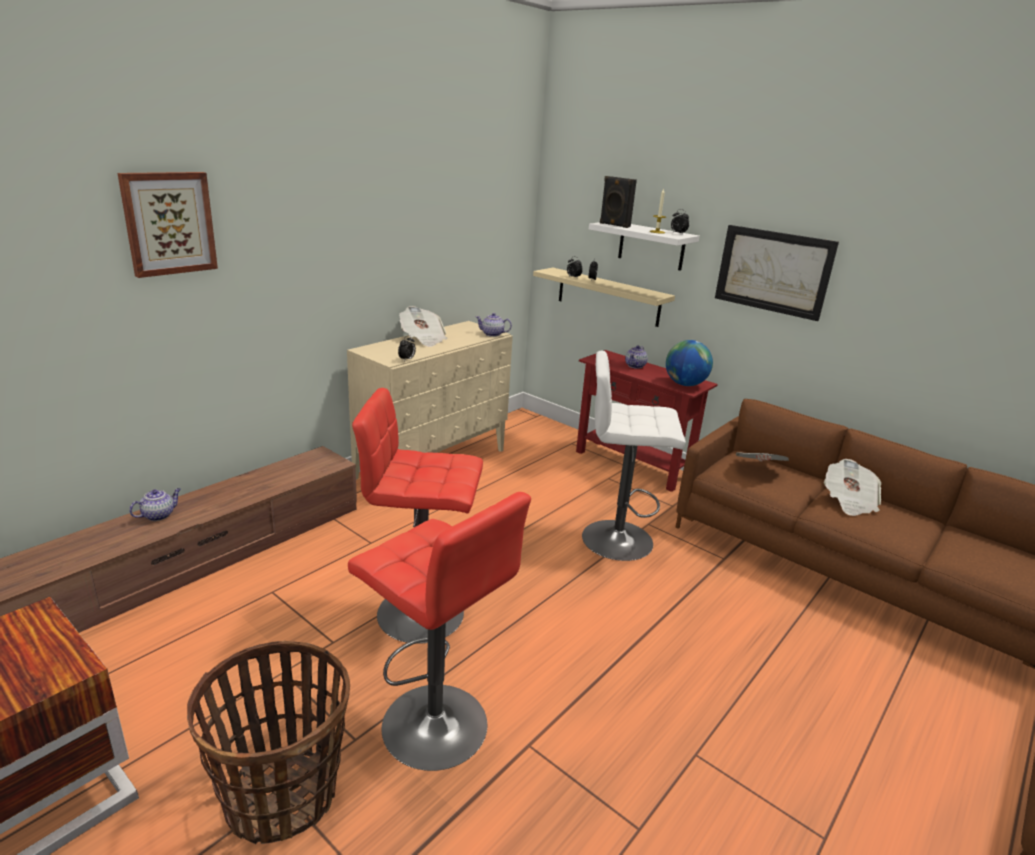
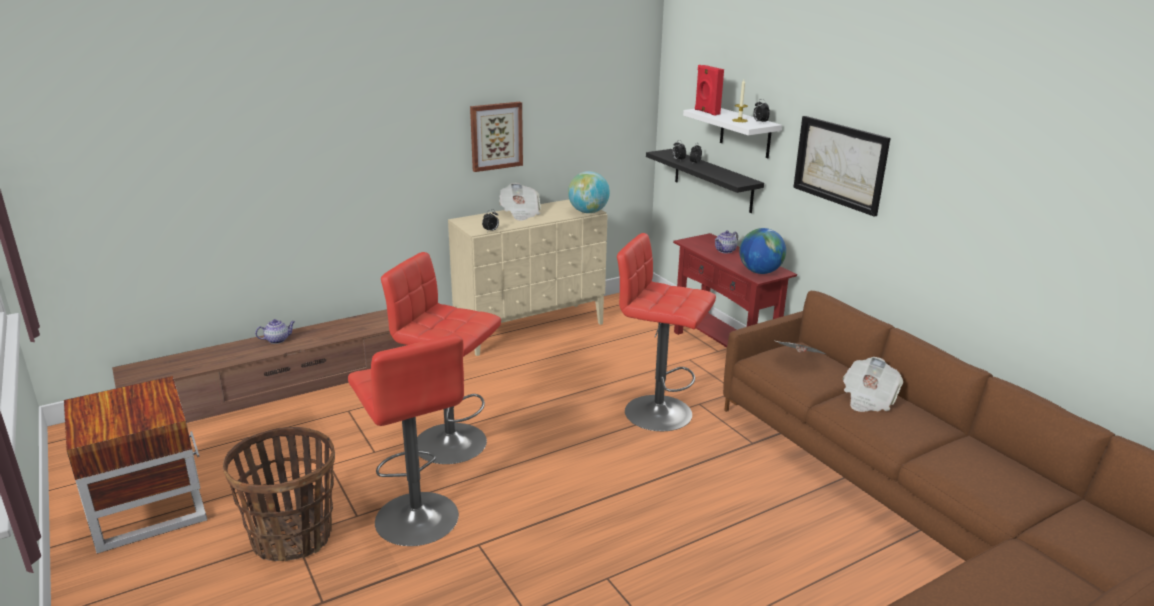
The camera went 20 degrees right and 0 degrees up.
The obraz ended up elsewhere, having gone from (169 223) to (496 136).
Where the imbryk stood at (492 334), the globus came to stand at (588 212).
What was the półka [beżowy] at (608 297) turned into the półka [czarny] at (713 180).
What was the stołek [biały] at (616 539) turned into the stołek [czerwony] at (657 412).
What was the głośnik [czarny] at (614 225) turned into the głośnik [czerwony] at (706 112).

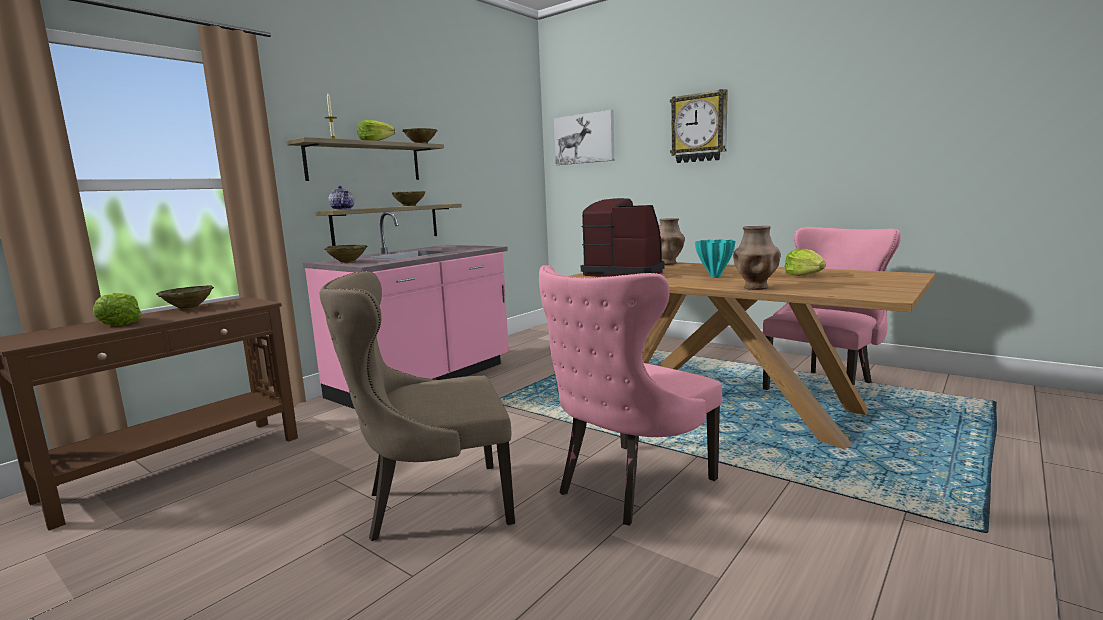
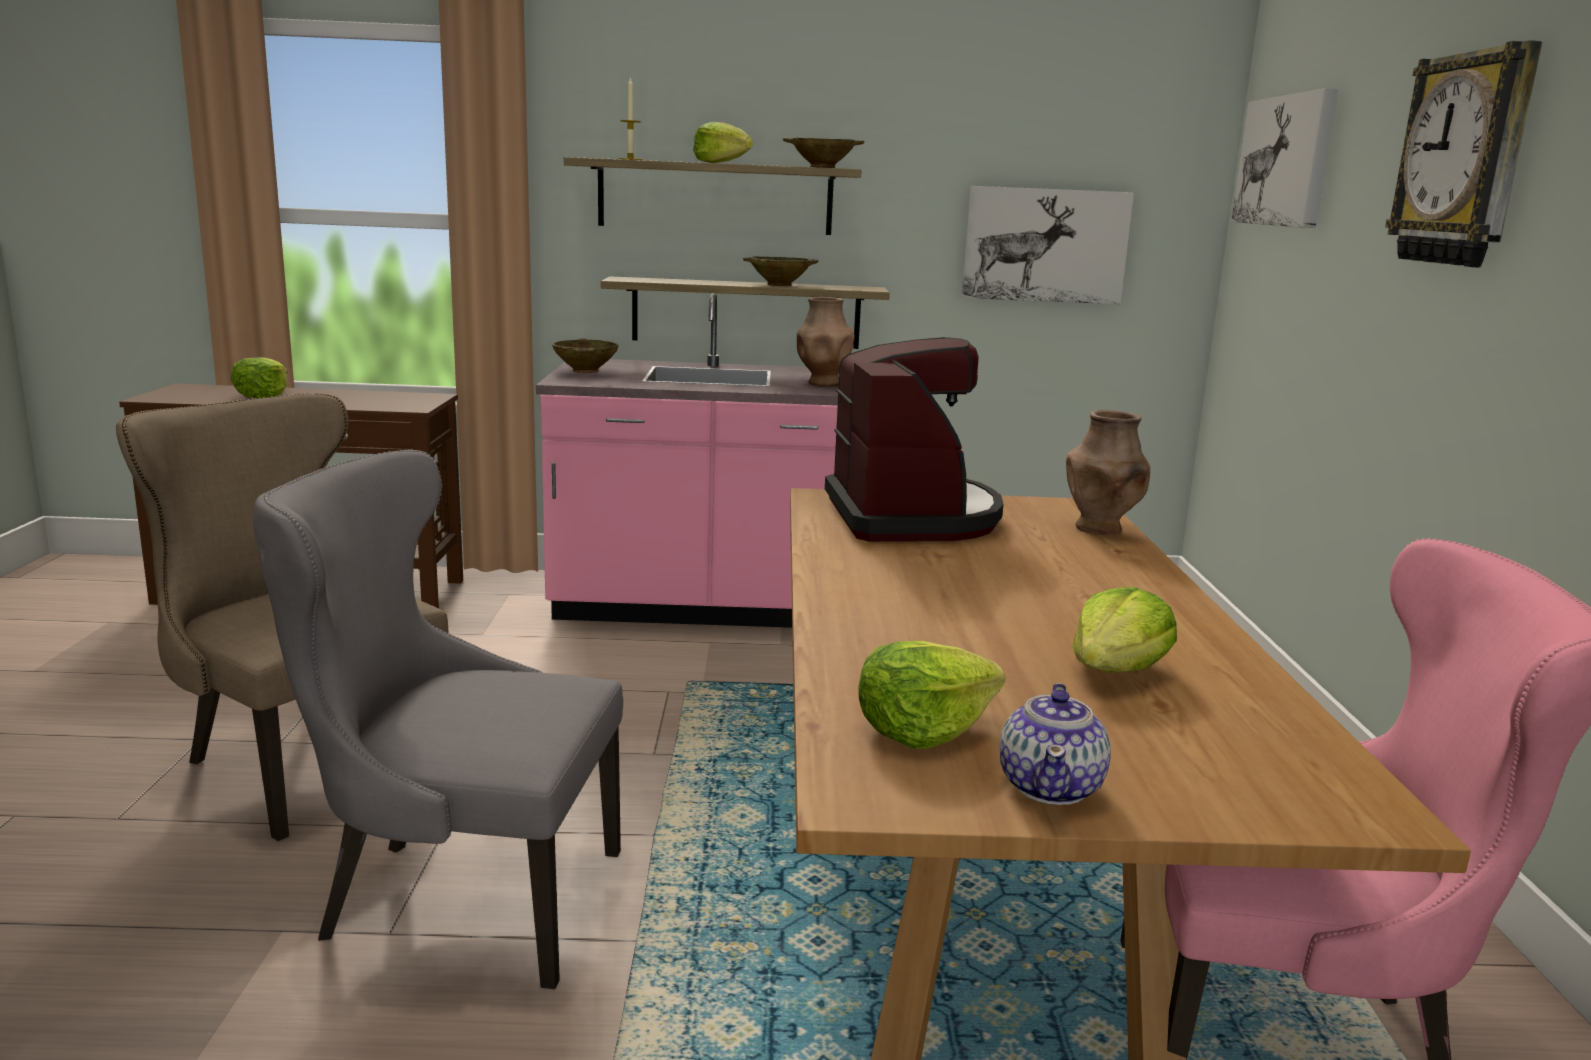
The camera went 50 degrees right and 5 degrees up.
The second view lost the miska [beżowy] at (188 308).
The second view lost the wazon [turkusowy] at (715 277).
The second view gained the sałata at (923 729).
The second view gained the obraz at (1045 245).
The imbryk ended up elsewhere, having gone from (342 209) to (1051 786).
The wazon [brązowy] ended up elsewhere, having gone from (755 288) to (823 383).
What was the krzesło [różowy] at (629 485) turned into the krzesło [szary] at (461 900).

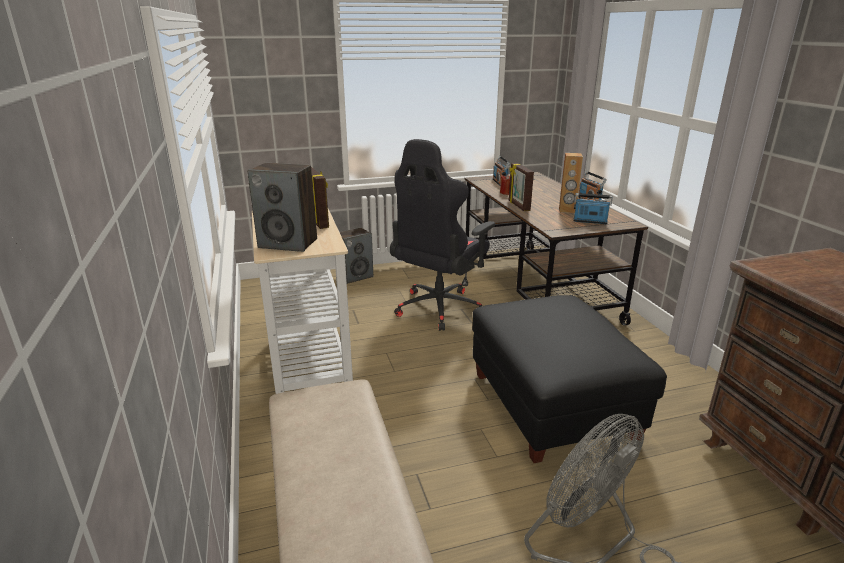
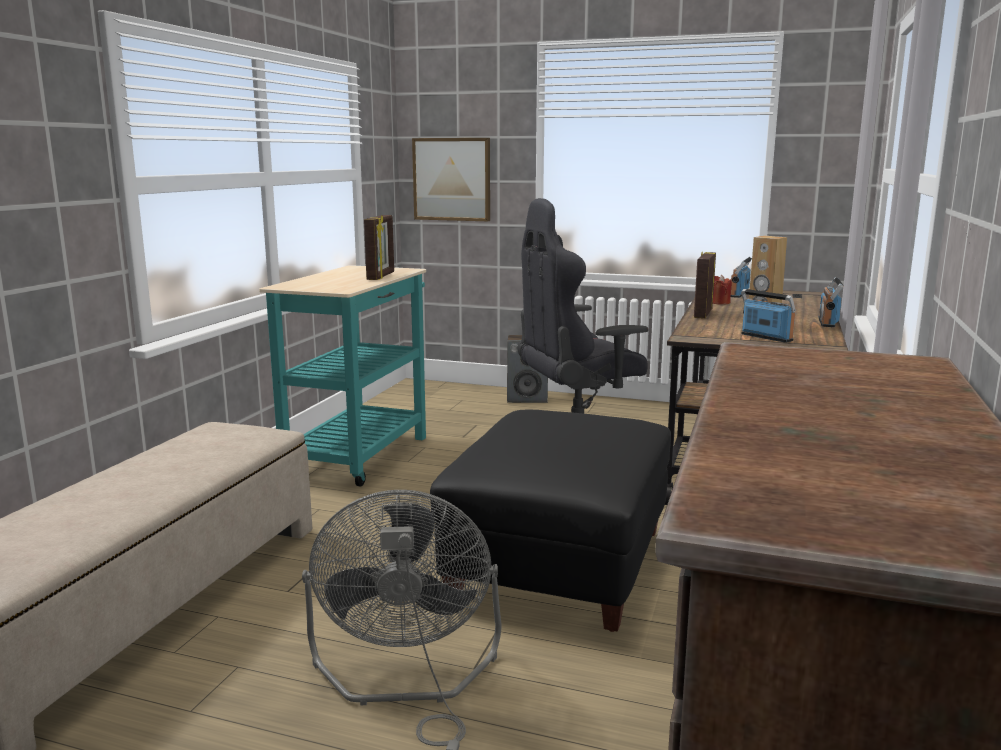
The camera went 35 degrees right and 10 degrees down.
The second view lost the głośnik at (289 243).
The second view gained the obraz at (452 179).
What was the wózek [biały] at (309 366) turned into the wózek [turkusowy] at (359 456).

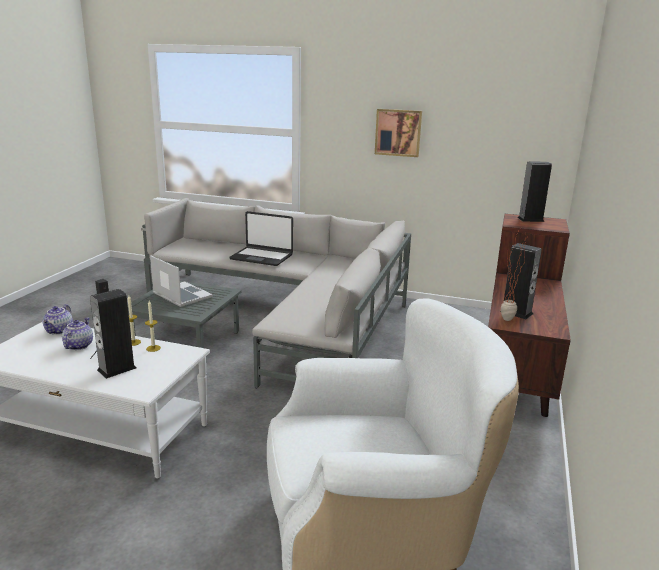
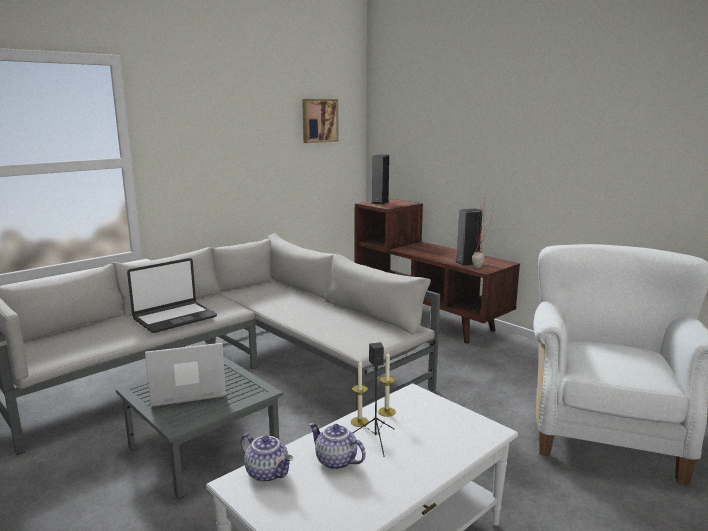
The camera went 60 degrees left and 5 degrees down.
The second view lost the głośnik at (117 369).
The obraz ended up elsewhere, having gone from (398 132) to (319 120).

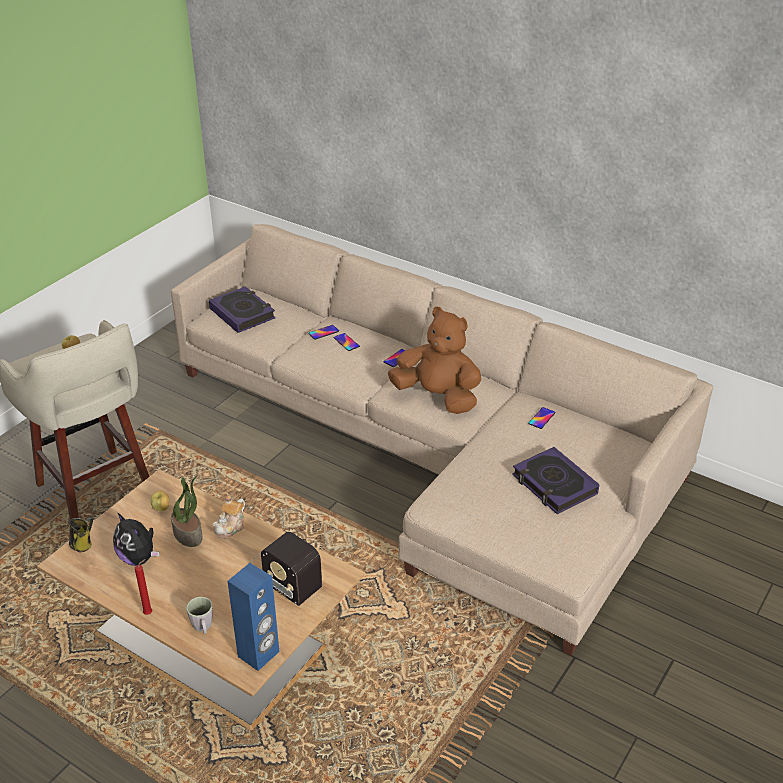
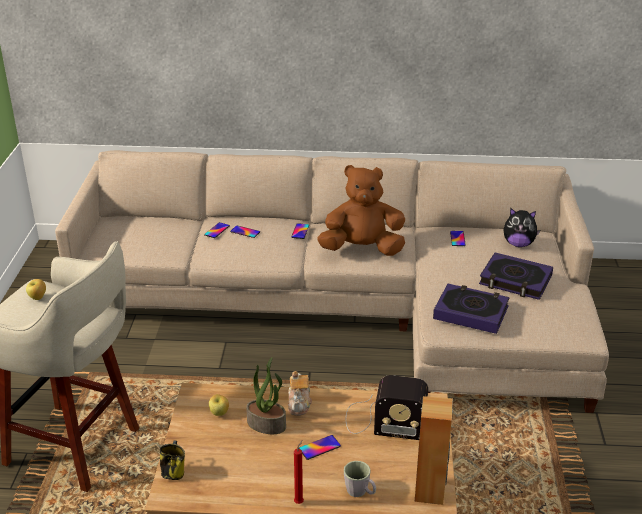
The camera went 30 degrees left and 5 degrees down.
The second view gained the telefon at (319 447).
The pluszak ended up elsewhere, having gone from (139 558) to (518 244).
The książka ended up elsewhere, having gone from (242 313) to (471 313).
What was the głośnik [niebieski] at (259 654) turned into the głośnik [brązowy] at (430 491).

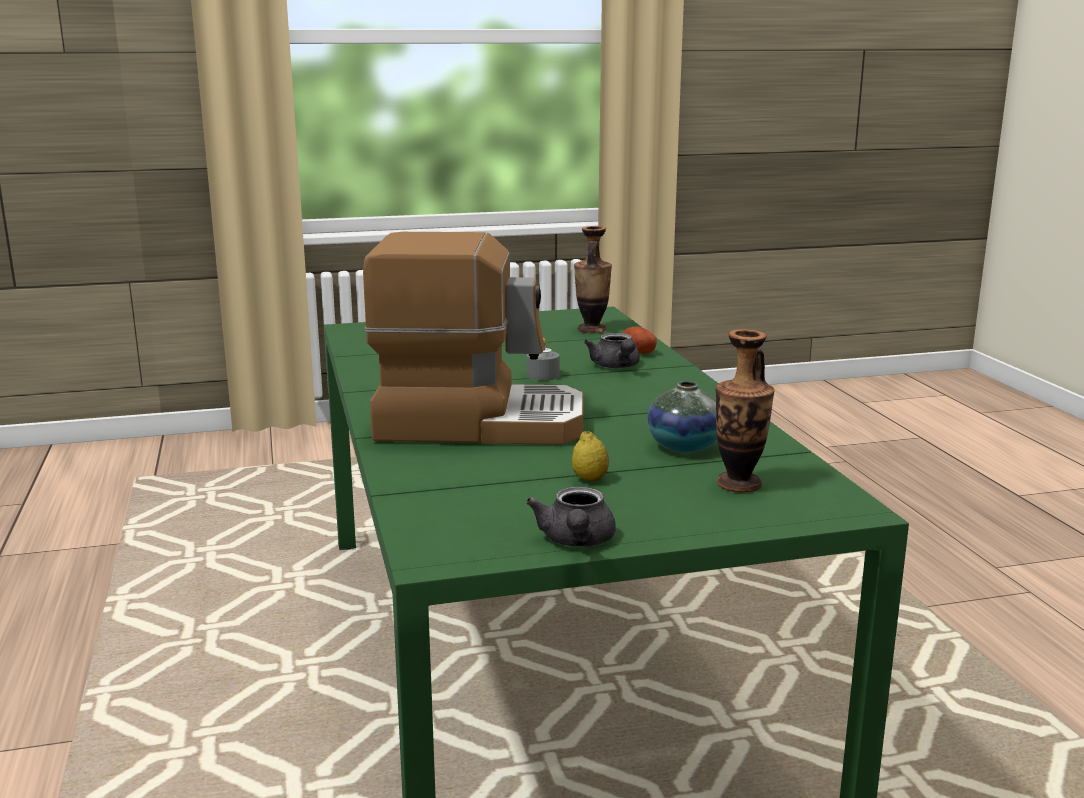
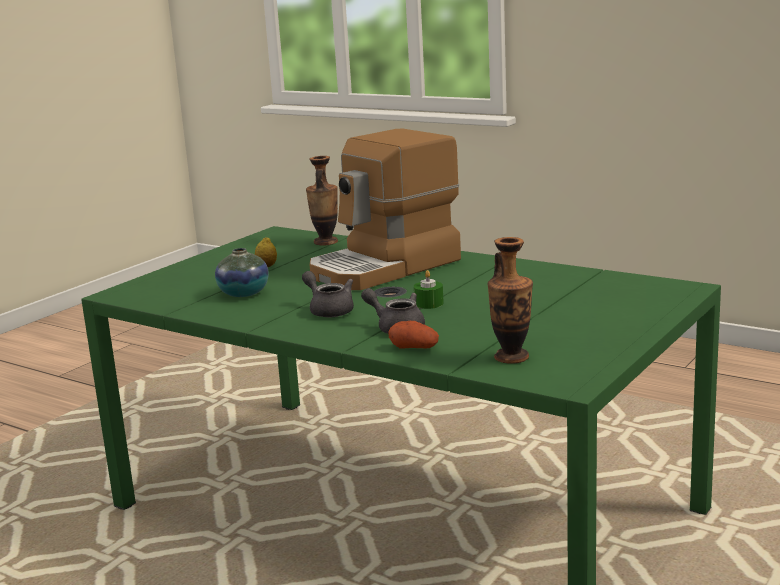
The camera went 140 degrees right and 0 degrees up.
The imbryk [szary] ended up elsewhere, having gone from (576 541) to (329 310).
The wazon ended up elsewhere, having gone from (738 484) to (325 242).
What was the świeca [szary] at (543 375) turned into the świeca [zielony] at (429 303).

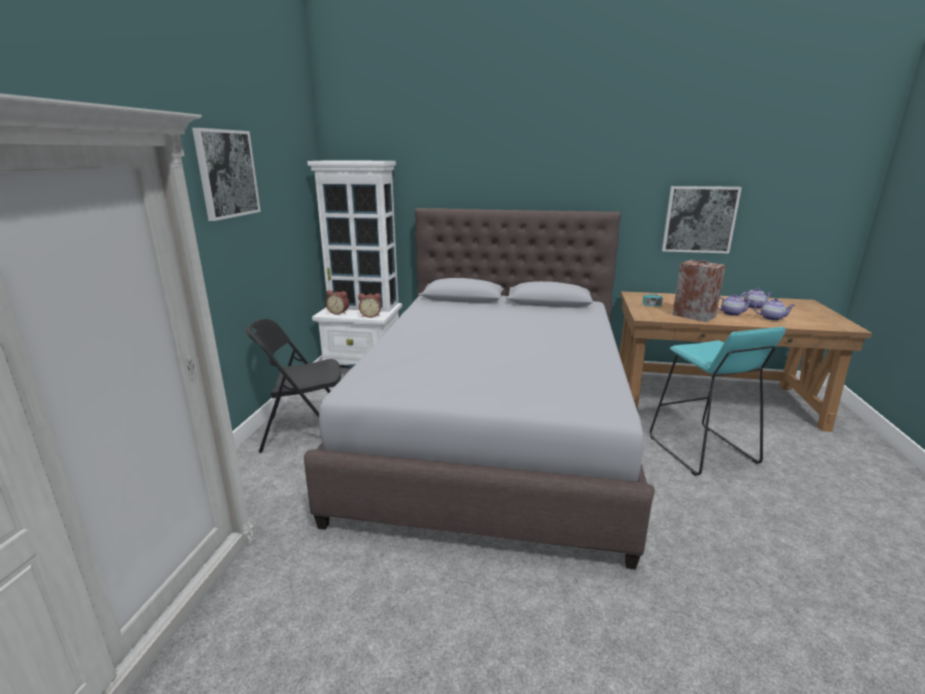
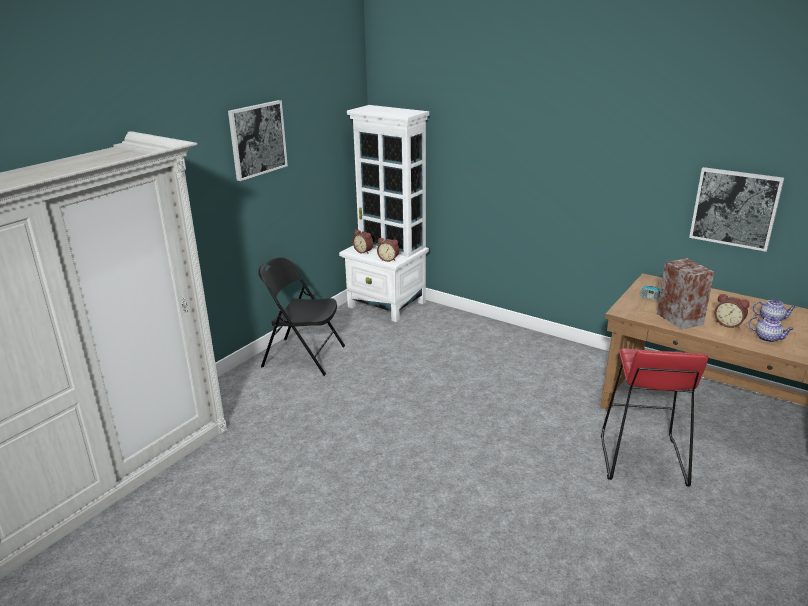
The camera went 25 degrees right and 5 degrees up.
The second view lost the łóżko [szary] at (495 430).
Where the imbryk stood at (731 313), the budzik came to stand at (728 324).
What was the stołek [turkusowy] at (701 450) turned into the stołek [czerwony] at (641 459).

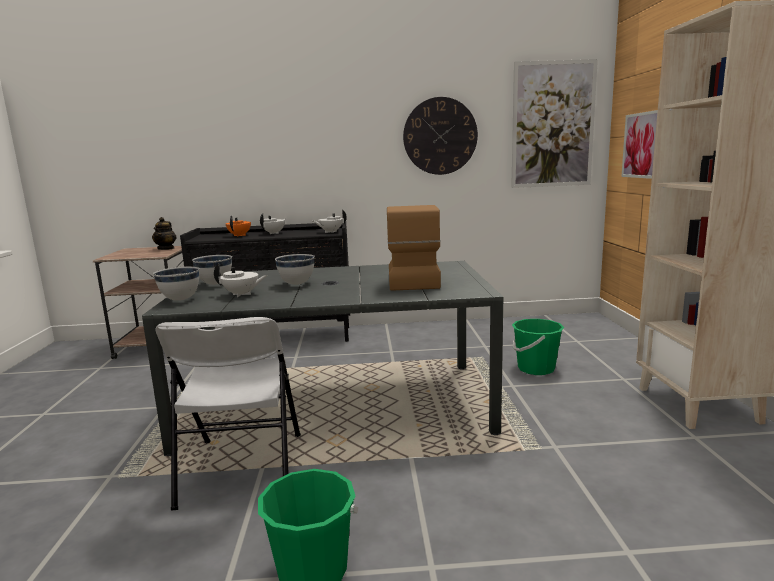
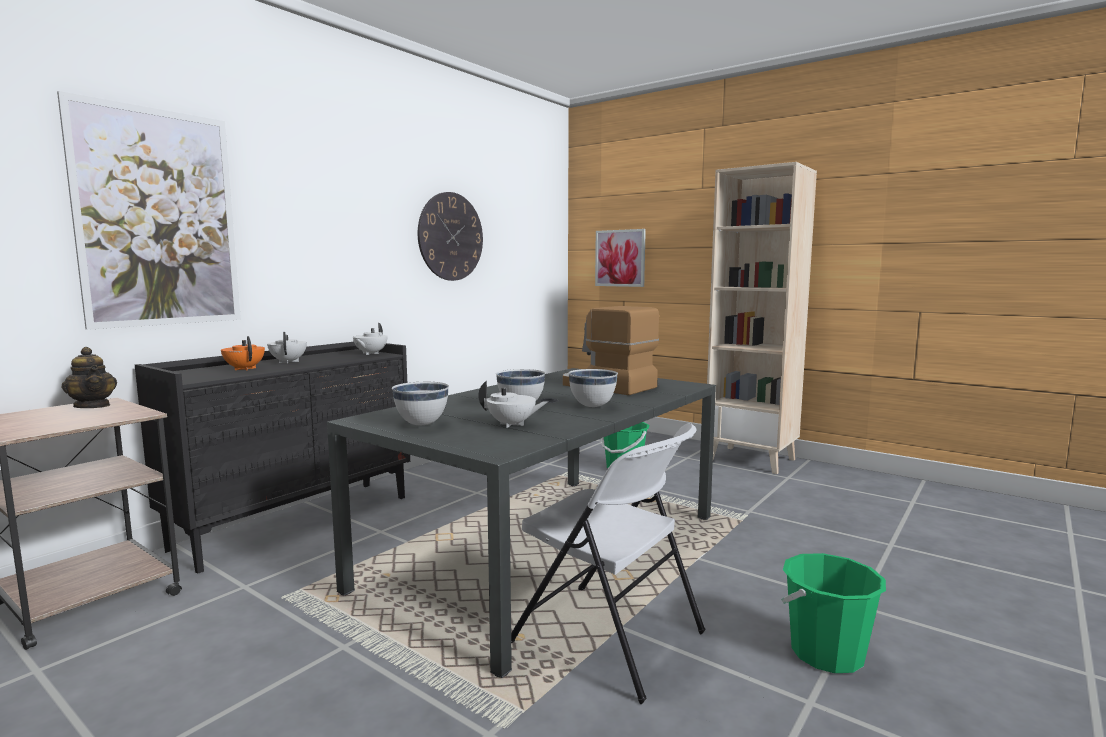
The camera went 50 degrees left and 5 degrees down.
The miska [biały] ended up elsewhere, having gone from (180 299) to (592 406).
The obraz ended up elsewhere, having gone from (553 125) to (158 218).
The imbryk [biały] at (242 294) ended up facing another way, 60 degrees clockwise from before.

